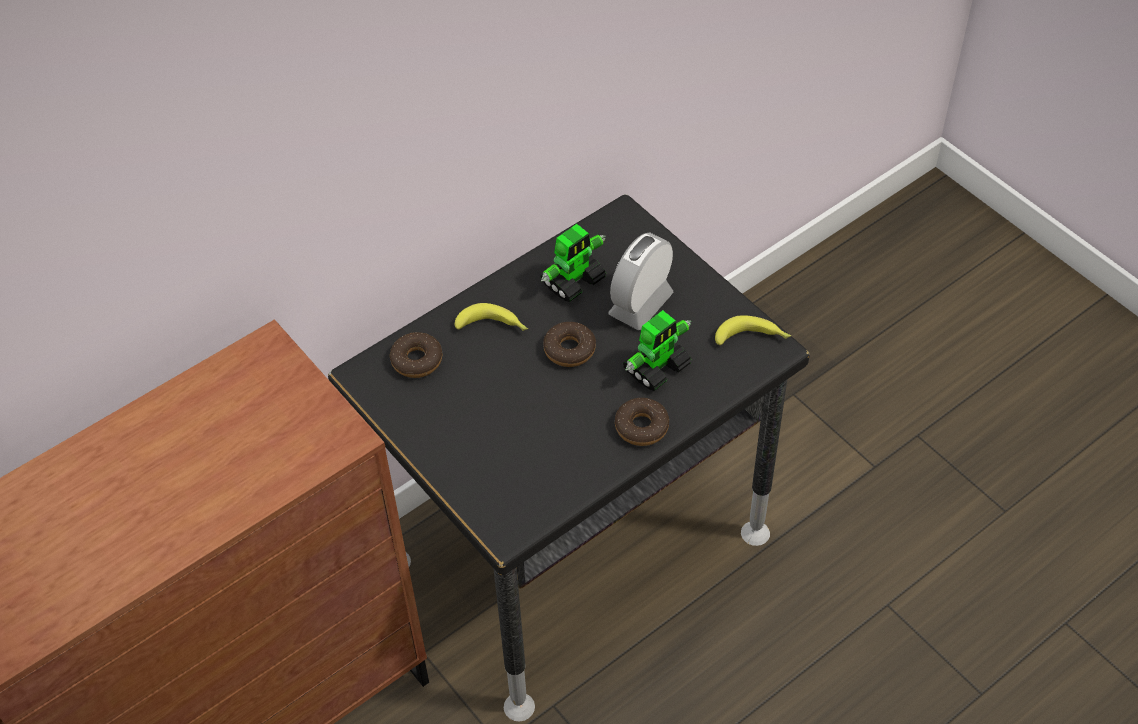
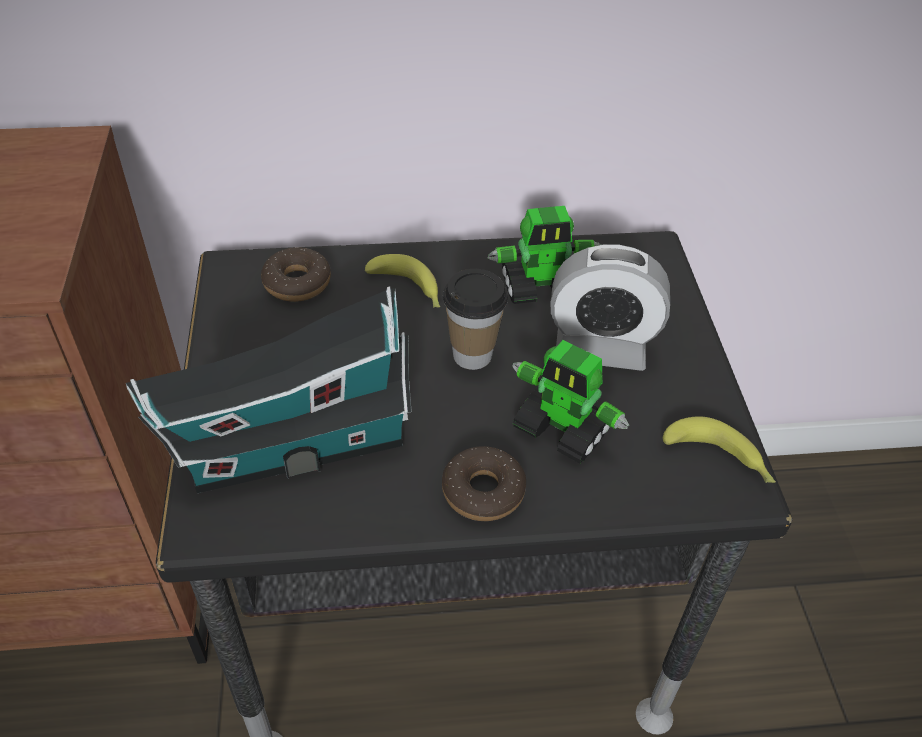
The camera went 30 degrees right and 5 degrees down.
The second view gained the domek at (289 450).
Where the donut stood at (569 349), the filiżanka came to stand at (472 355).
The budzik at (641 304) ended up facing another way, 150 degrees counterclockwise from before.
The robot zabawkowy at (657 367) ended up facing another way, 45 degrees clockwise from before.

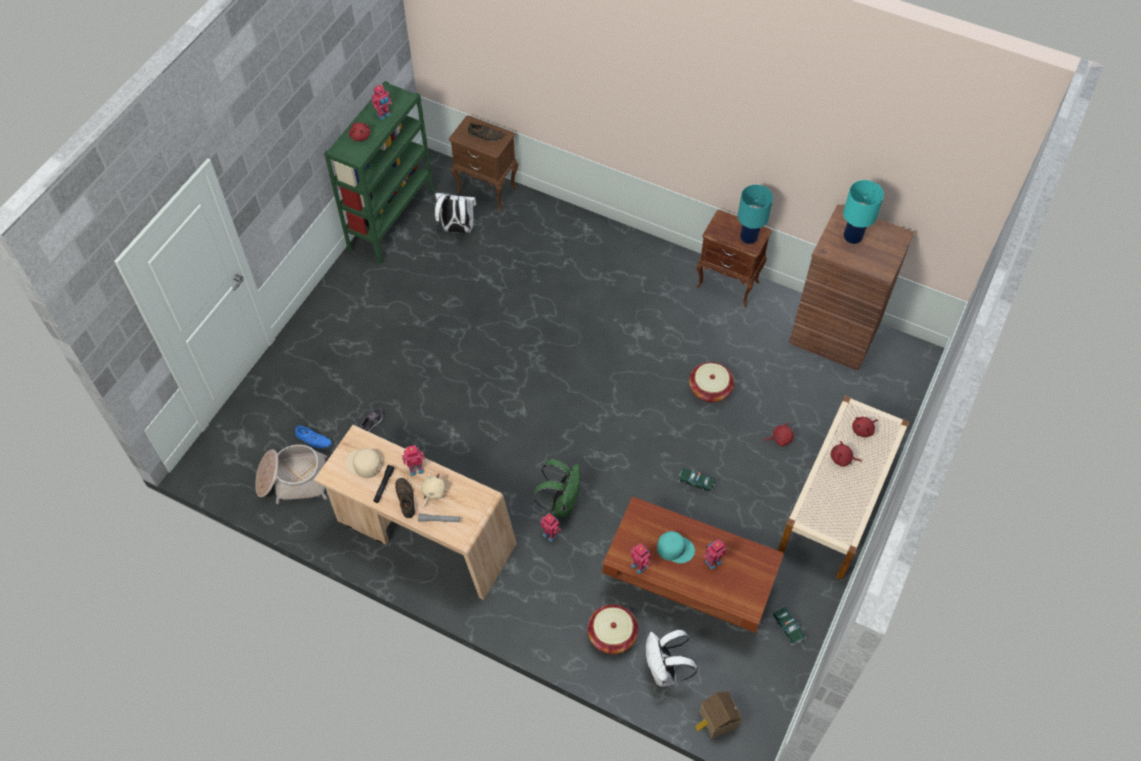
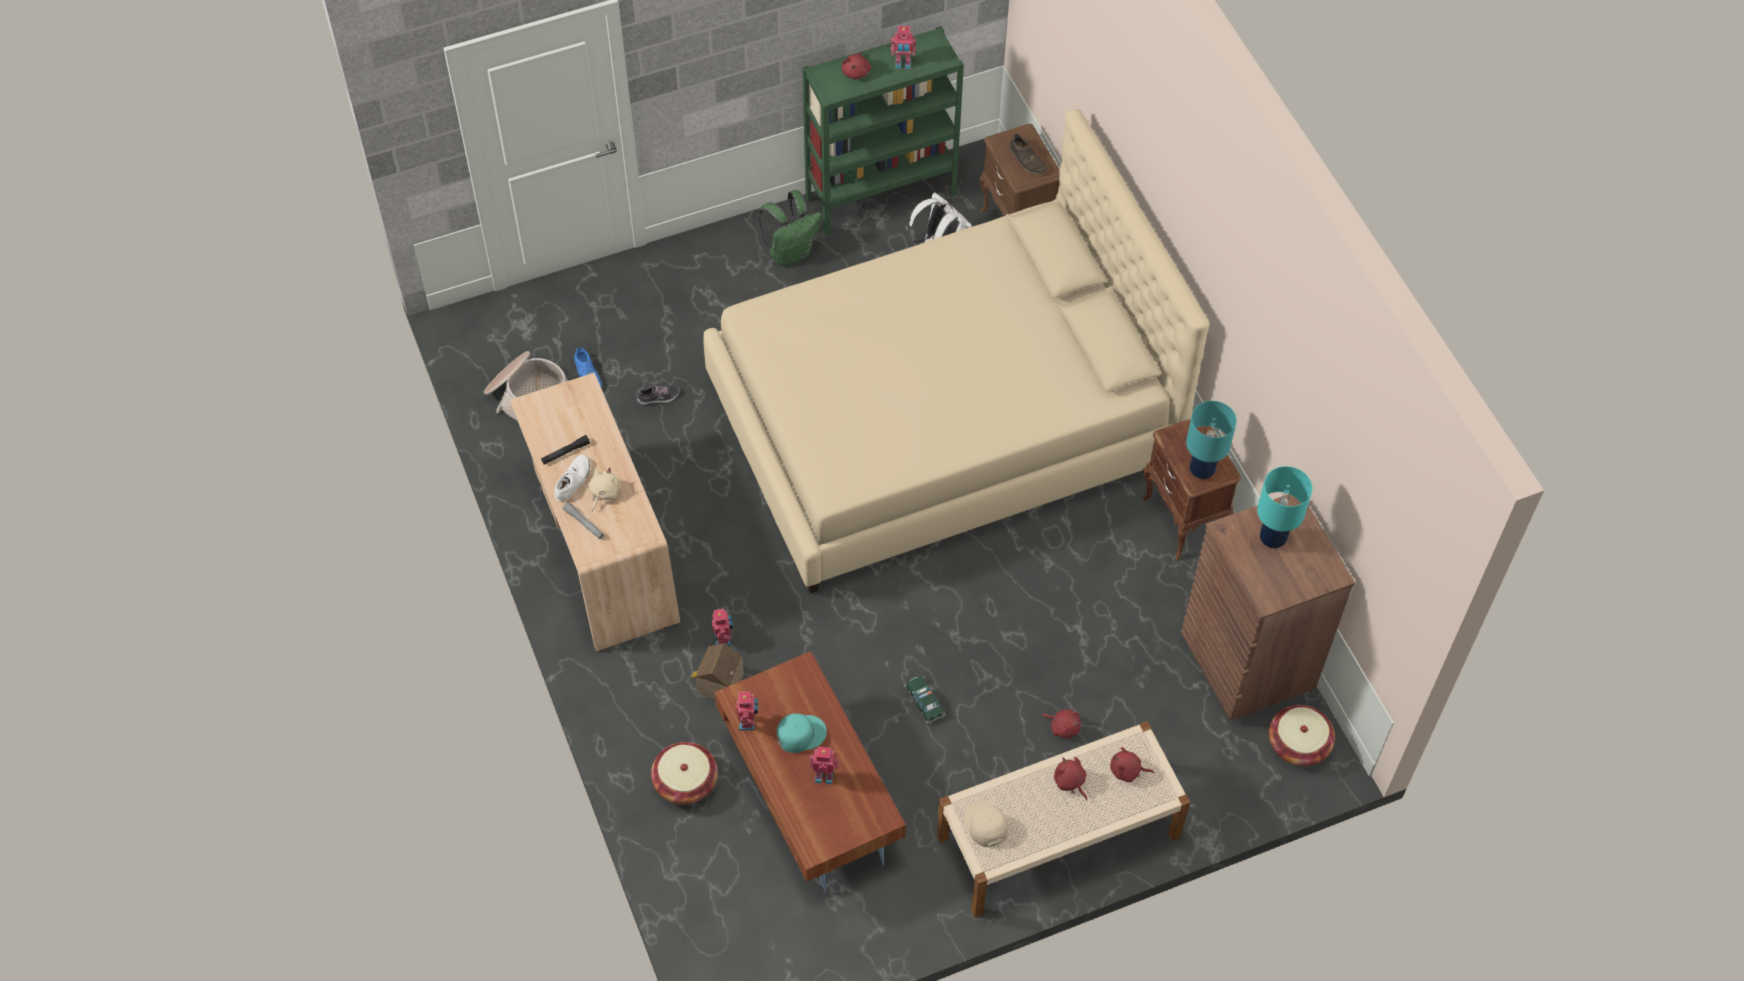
The camera went 40 degrees right and 0 degrees up.
The second view lost the robot zabawkowy at (415 468).
The second view lost the plecak [biały] at (664 671).
The second view lost the samochodzik at (788 627).
The second view gained the łóżko [beżowy] at (943 421).
The czapka z daszkiem [beżowy] ended up elsewhere, having gone from (364 464) to (985 824).
The plecak [zielony] ended up elsewhere, having gone from (561 503) to (791 252).
The koszyk ended up elsewhere, having gone from (710 389) to (1298 744).
The domek ended up elsewhere, having gone from (717 720) to (718 683).
What was the but [brązowy] at (405 499) turned into the but [biały] at (573 480).
The pluszak [beżowy] at (433 492) ended up facing another way, 45 degrees counterclockwise from before.
The czapka z daszkiem [turkusowy] at (675 548) ended up facing another way, 75 degrees counterclockwise from before.

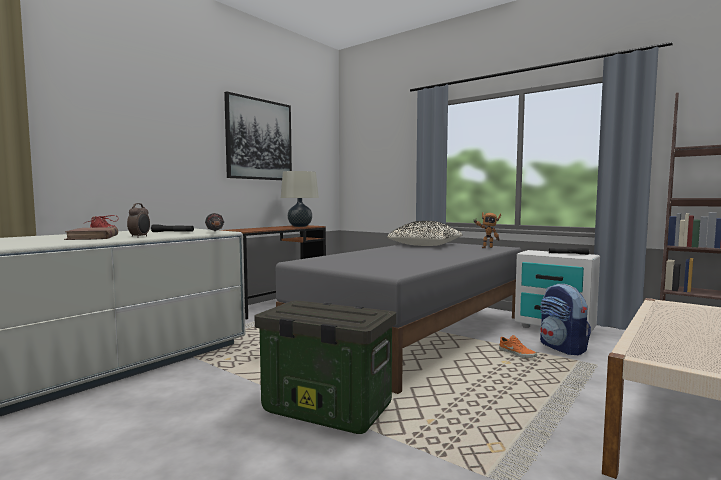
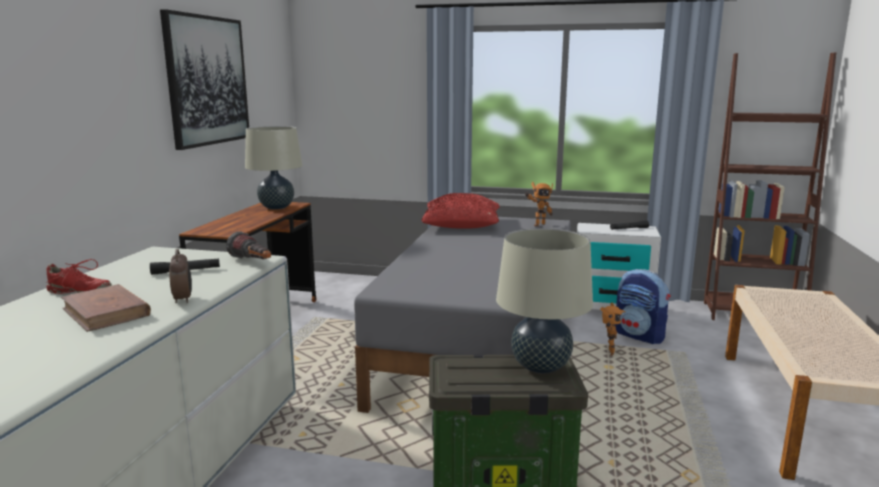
The camera went 25 degrees left and 10 degrees up.
The second view gained the lampa stołowa [beżowy] at (540 367).
Where the but [pomarańczowy] stood at (517 354), the robot zabawkowy came to stand at (608 352).
What was the poduszka [beżowy] at (425 244) turned into the poduszka [czerwony] at (462 224).

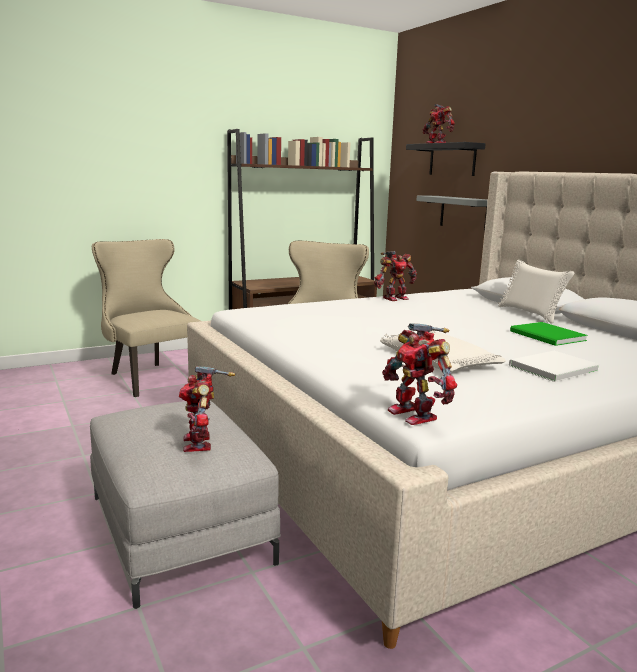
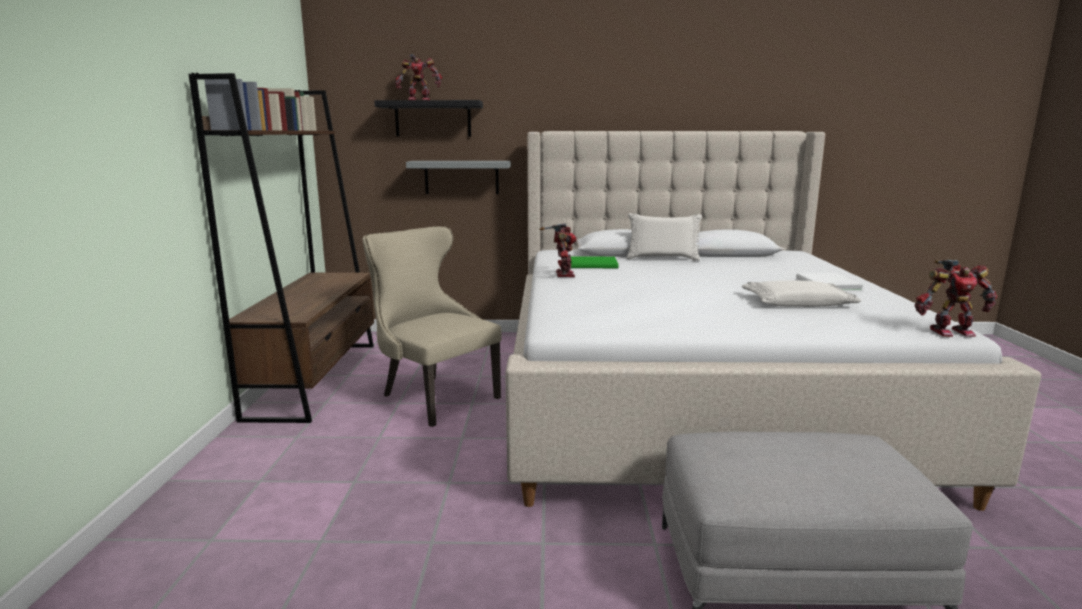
The camera went 60 degrees left and 0 degrees up.
The second view lost the krzesło [beżowy] at (150 377).
The second view lost the robot zabawkowy at (200 443).
The książka [zielony] ended up elsewhere, having gone from (547 336) to (595 264).

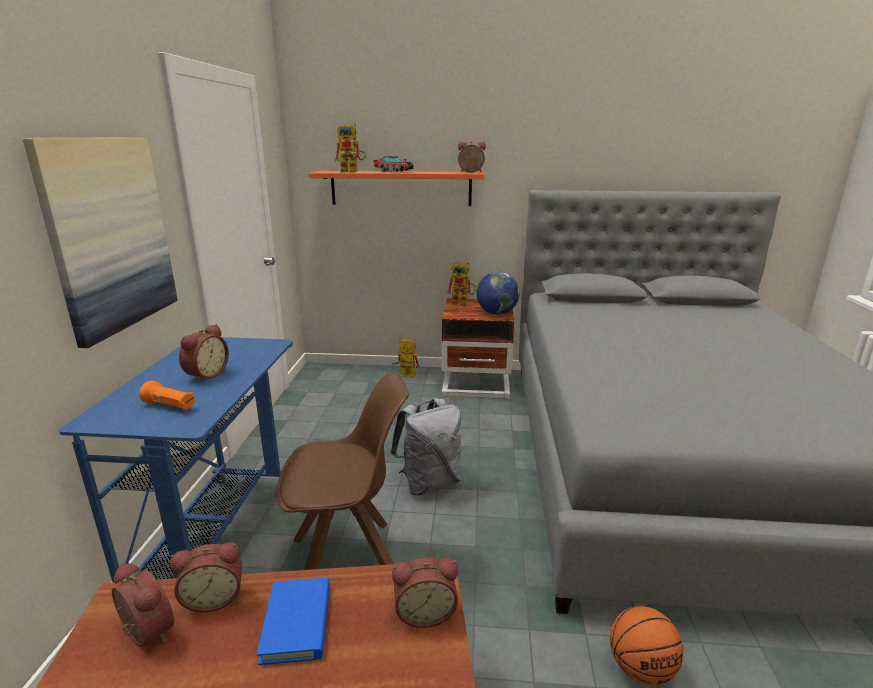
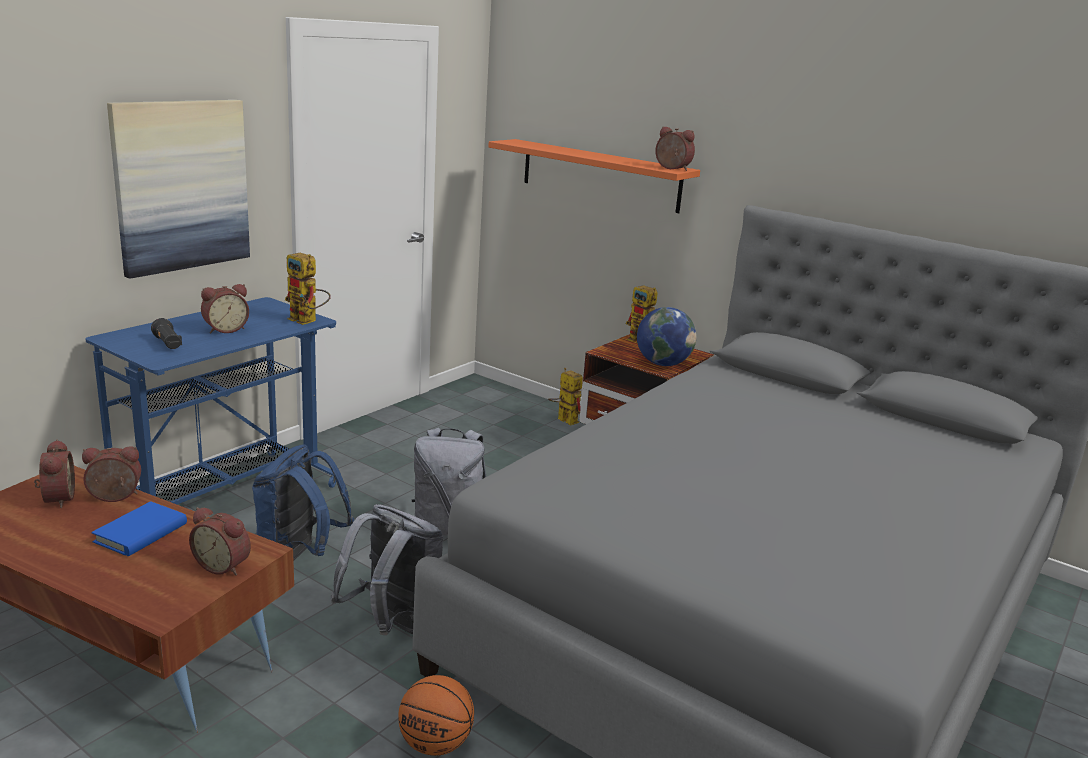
The camera went 30 degrees right and 0 degrees up.
The second view lost the ciężarówka zabawkowa at (393 172).
The second view gained the plecak [szary] at (393 625).
The robot zabawkowy ended up elsewhere, having gone from (353 172) to (308 321).
Where the krzesło [brązowy] stood at (348 562), the plecak [niebieski] came to stand at (298 558).
What was the latarka [pomarańczowy] at (170 406) turned into the latarka [czarny] at (168 344).
The budzik at (214 597) ended up facing another way, 150 degrees clockwise from before.

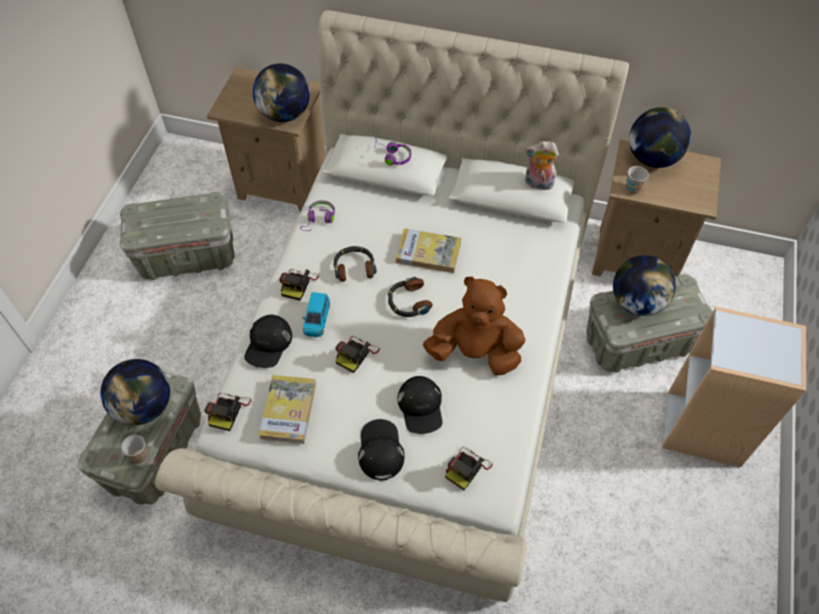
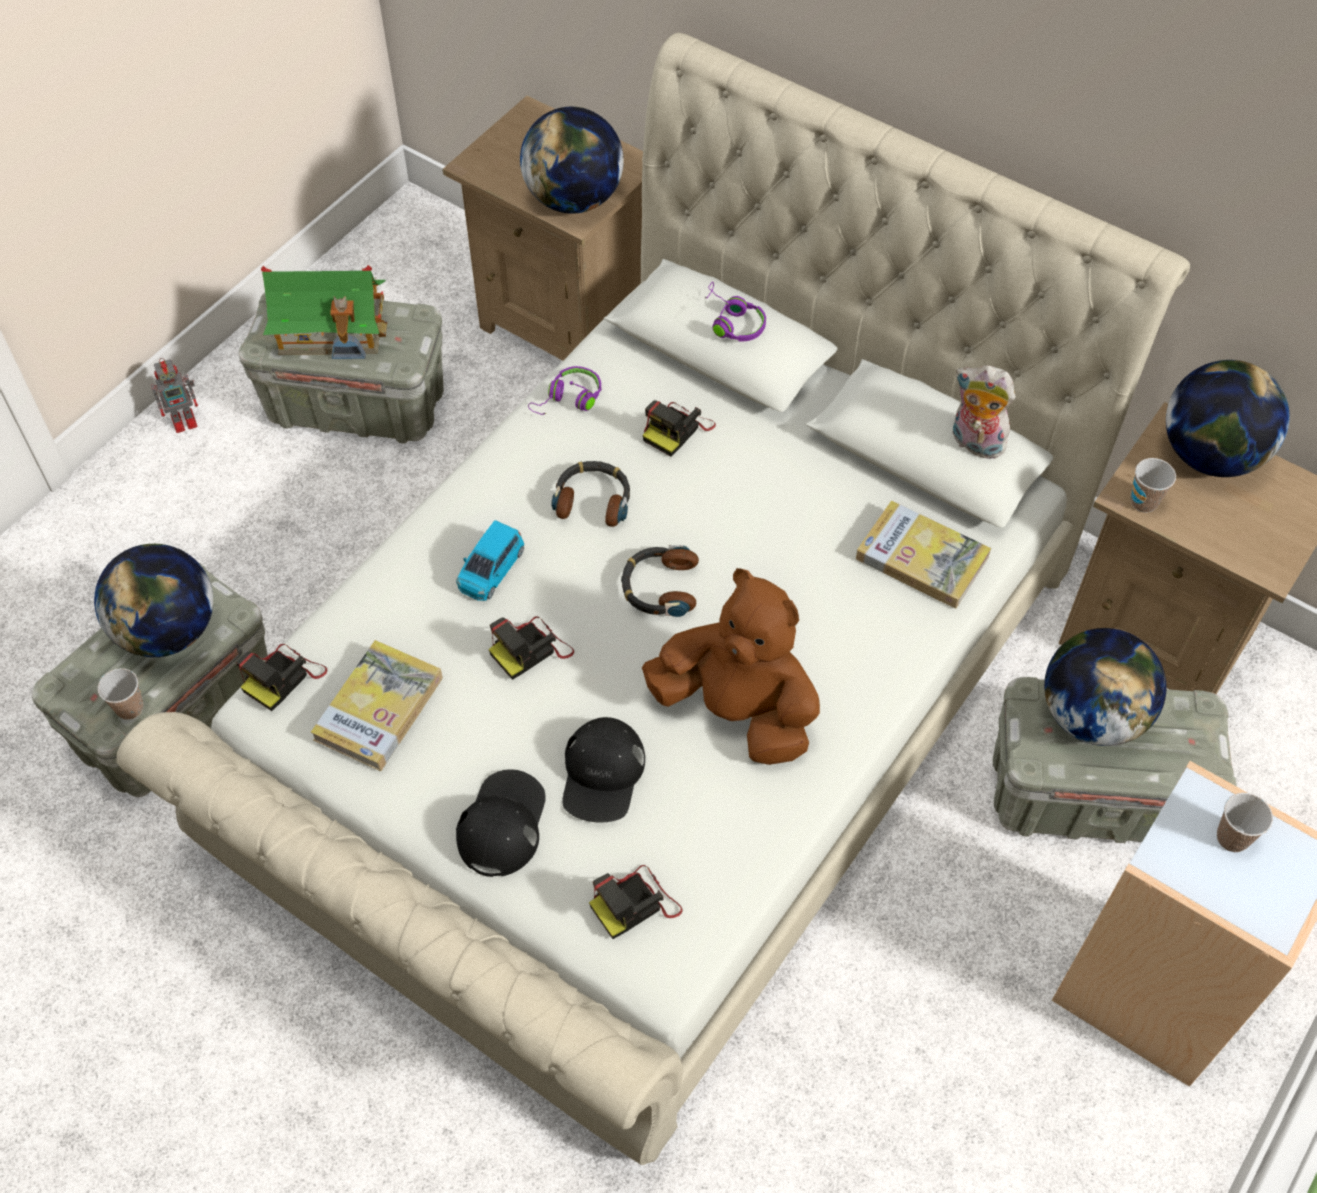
The camera went 20 degrees right and 0 degrees up.
The second view lost the czapka z daszkiem [czarny] at (268 344).
The second view gained the robot zabawkowy at (185 420).
The second view gained the domek at (331 330).
The second view gained the filiżanka at (1232 838).
The aparat fotograficzny ended up elsewhere, having gone from (298 284) to (677 430).
The książka ended up elsewhere, having gone from (428 252) to (922 558).

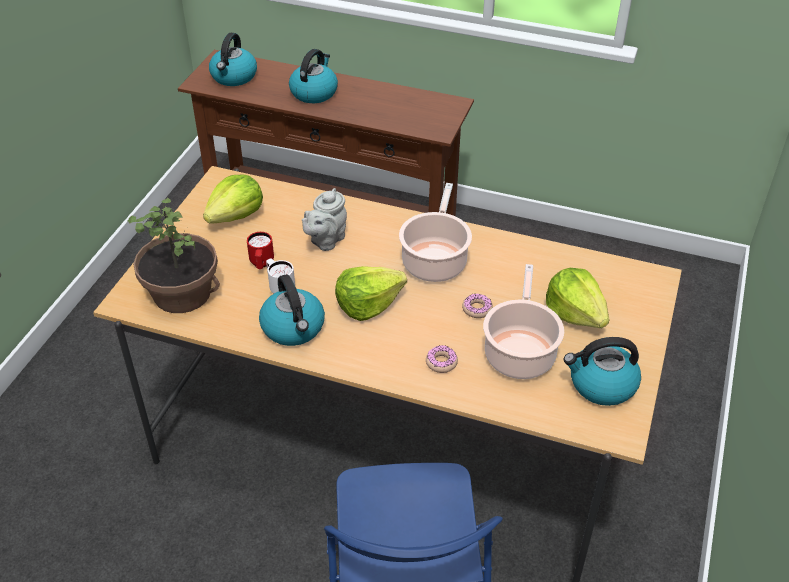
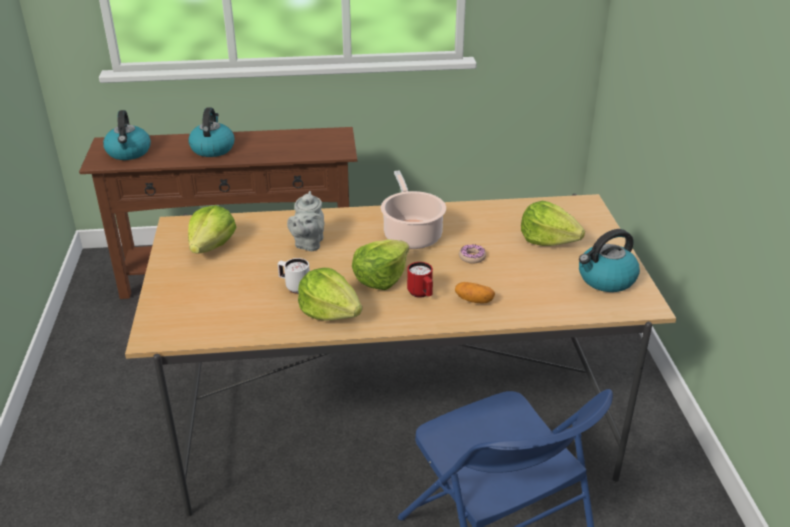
The camera went 25 degrees left and 10 degrees down.
The second view lost the roślina doniczkowa at (182 293).
The second view lost the garnek at (520 352).
The kubek [czerwony] ended up elsewhere, having gone from (261 264) to (421 294).
Where the czajnik stood at (293 328), the sałata came to stand at (330 312).
Where the donut stood at (441 362), the ziemniak came to stand at (474 300).

